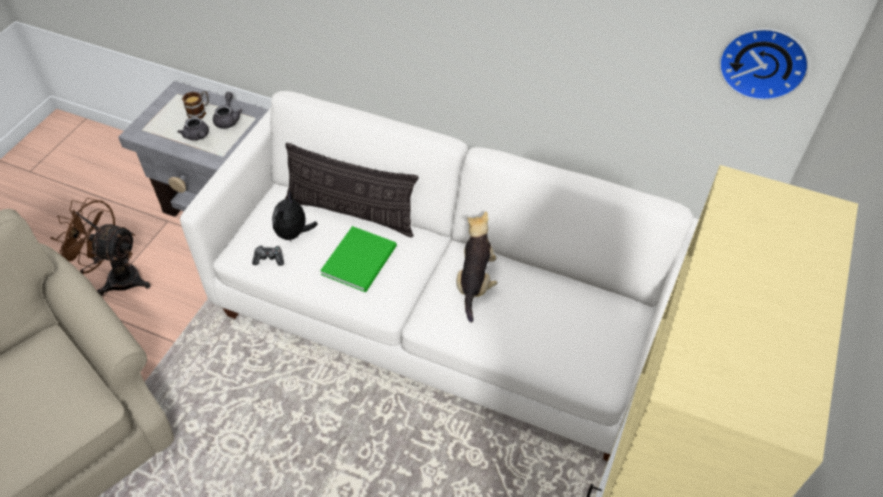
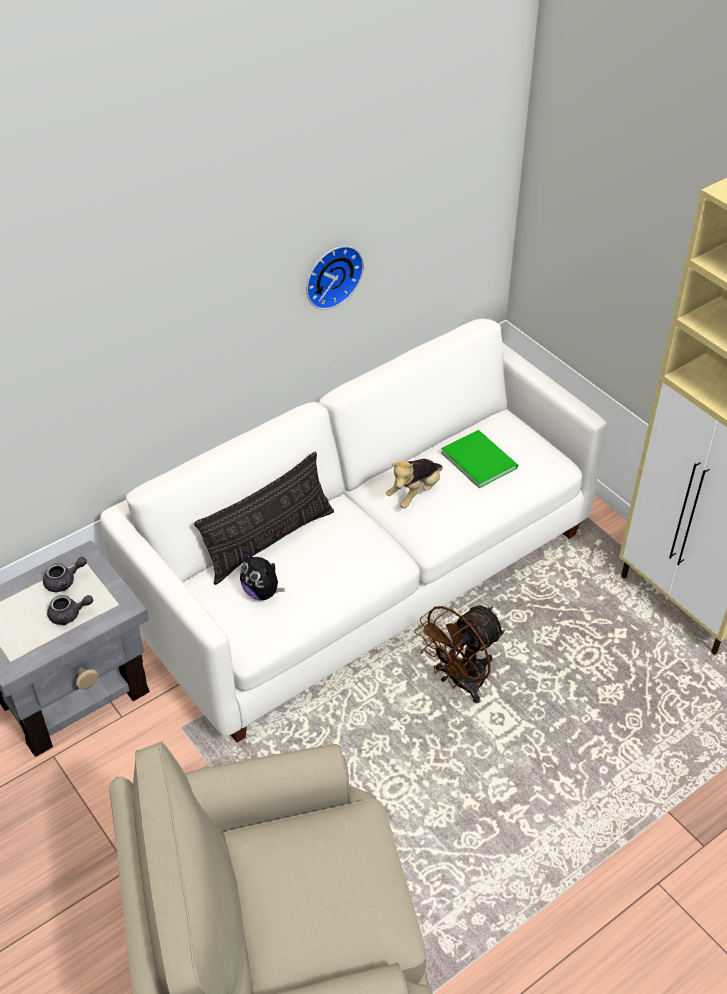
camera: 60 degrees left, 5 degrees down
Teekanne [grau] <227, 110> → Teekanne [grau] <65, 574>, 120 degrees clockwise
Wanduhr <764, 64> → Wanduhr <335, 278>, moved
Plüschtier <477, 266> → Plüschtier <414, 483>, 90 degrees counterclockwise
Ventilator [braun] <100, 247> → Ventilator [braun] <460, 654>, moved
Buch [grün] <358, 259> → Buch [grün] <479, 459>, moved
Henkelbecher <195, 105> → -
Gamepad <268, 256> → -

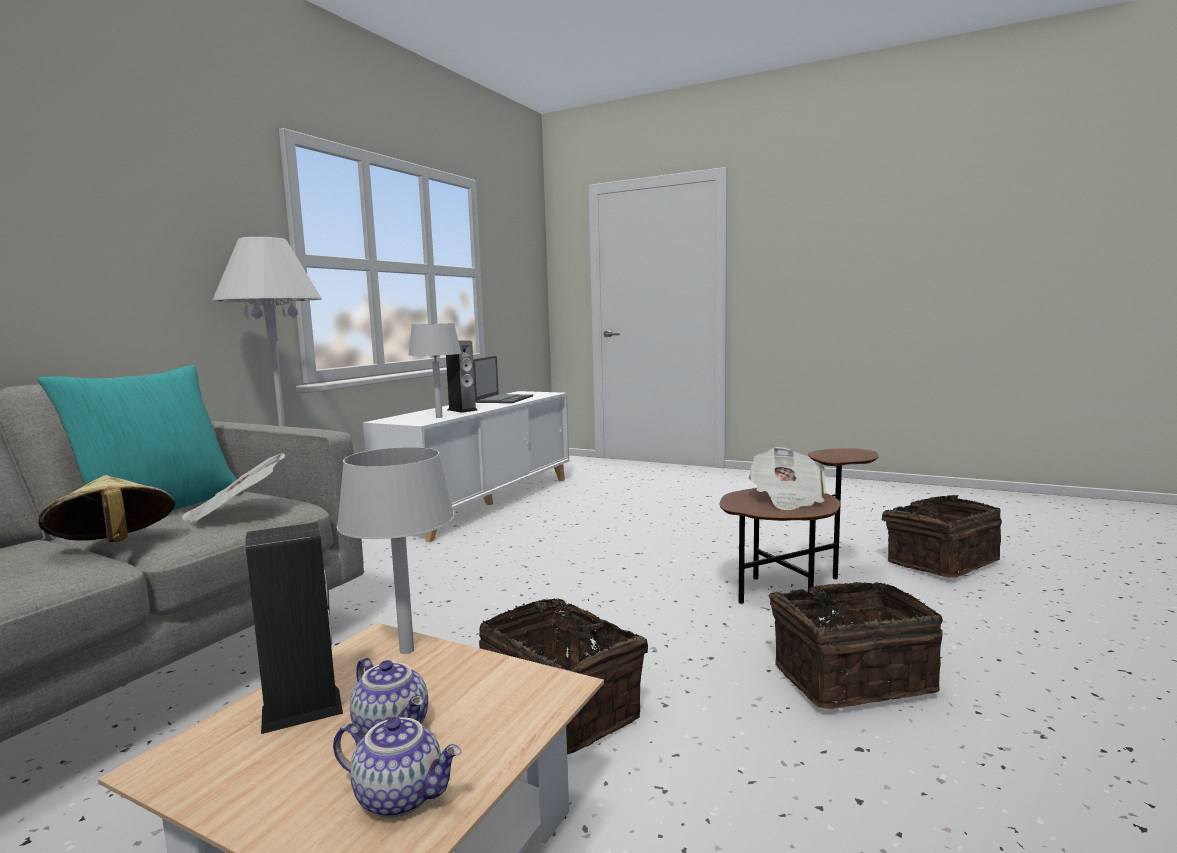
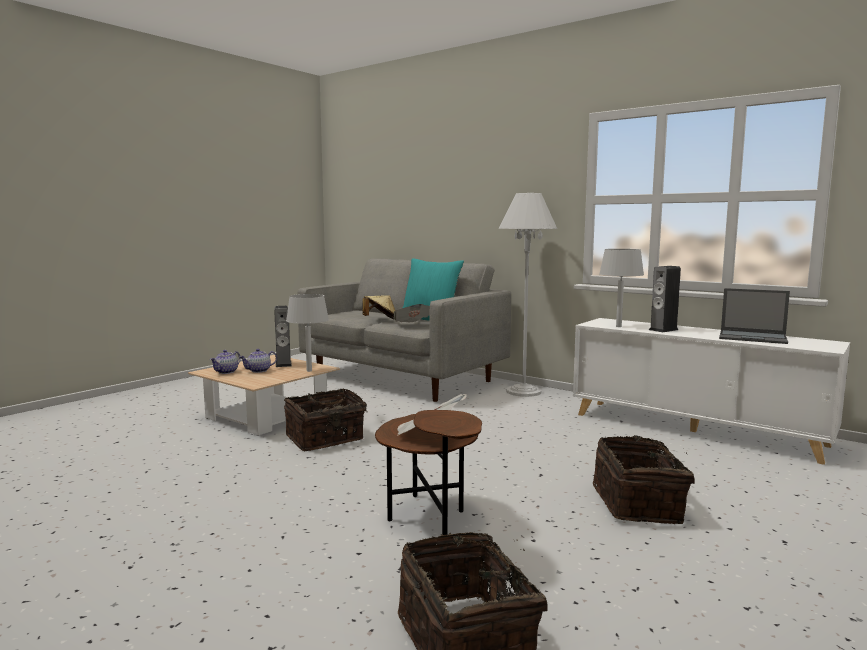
camera: 100 degrees right, 0 degrees up
Korb <856, 645> → Korb <644, 479>, moved

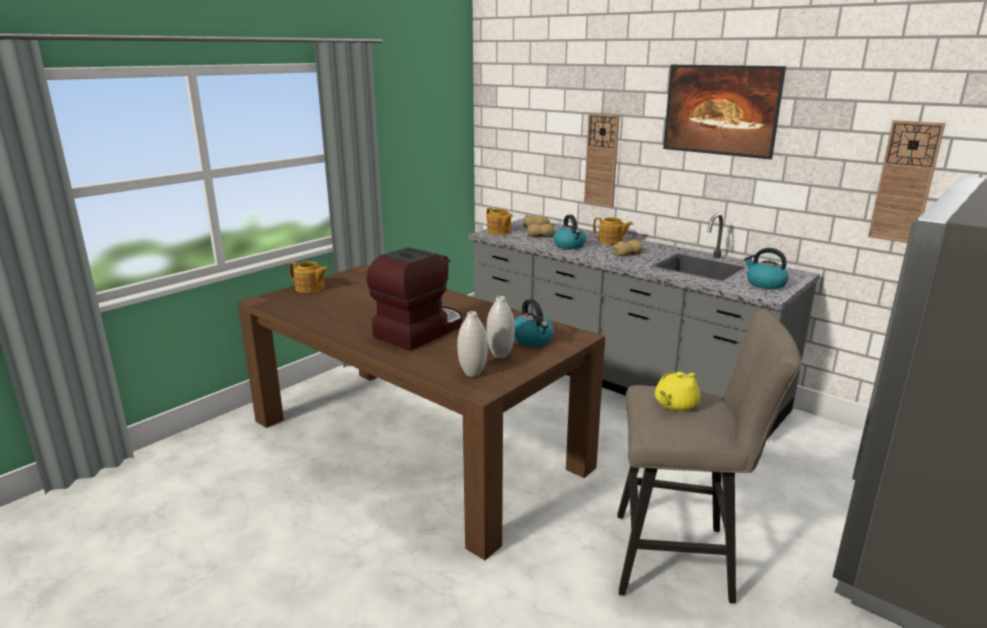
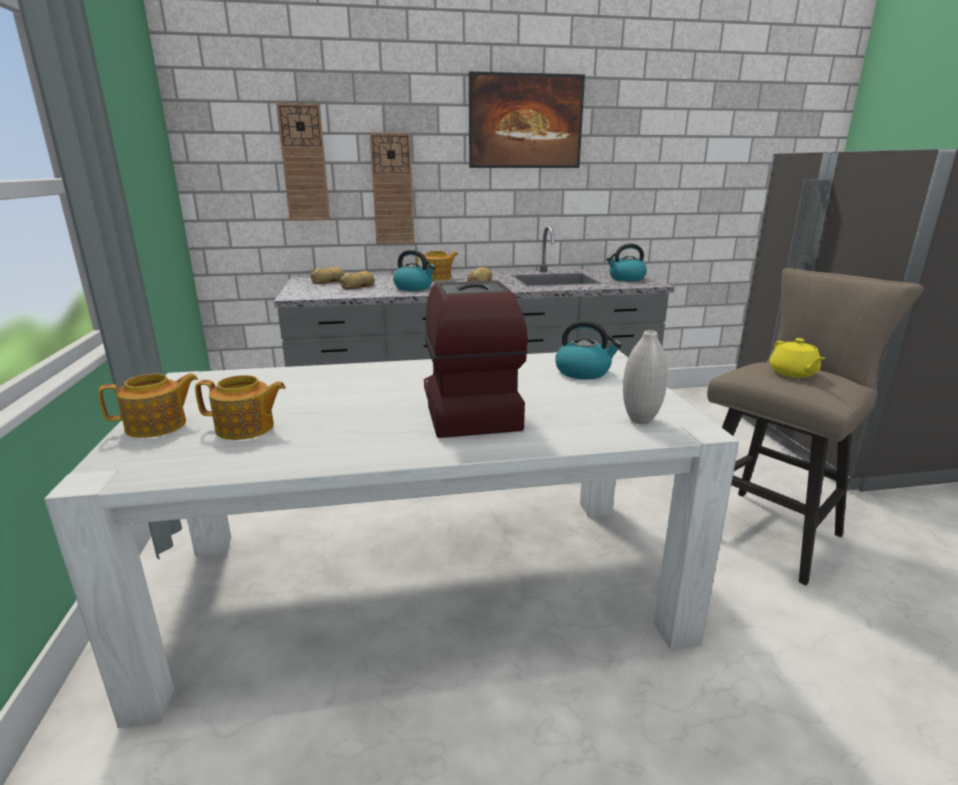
camera: 50 degrees left, 0 degrees up
Esstisch [braun] <421, 412> → Esstisch [weiß] <391, 539>
Teekanne <499, 221> → Teekanne <240, 407>, moved
Wanduhr <906, 181> → Wanduhr <303, 161>, moved
Vase [weiß] <500, 327> → -

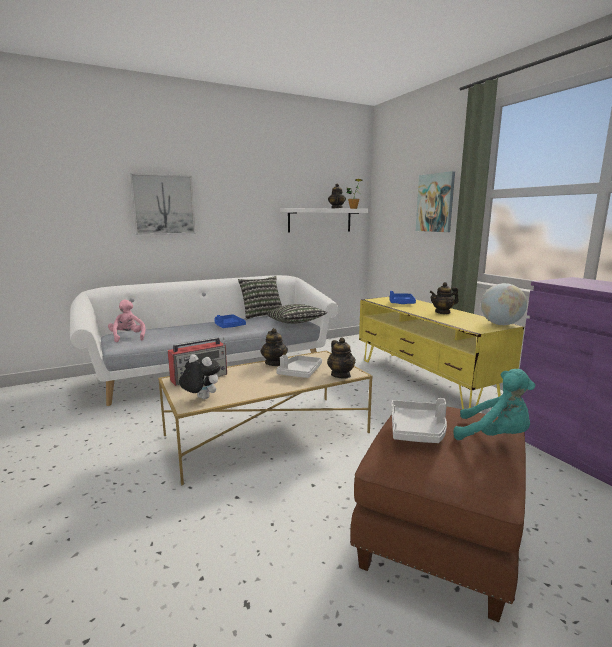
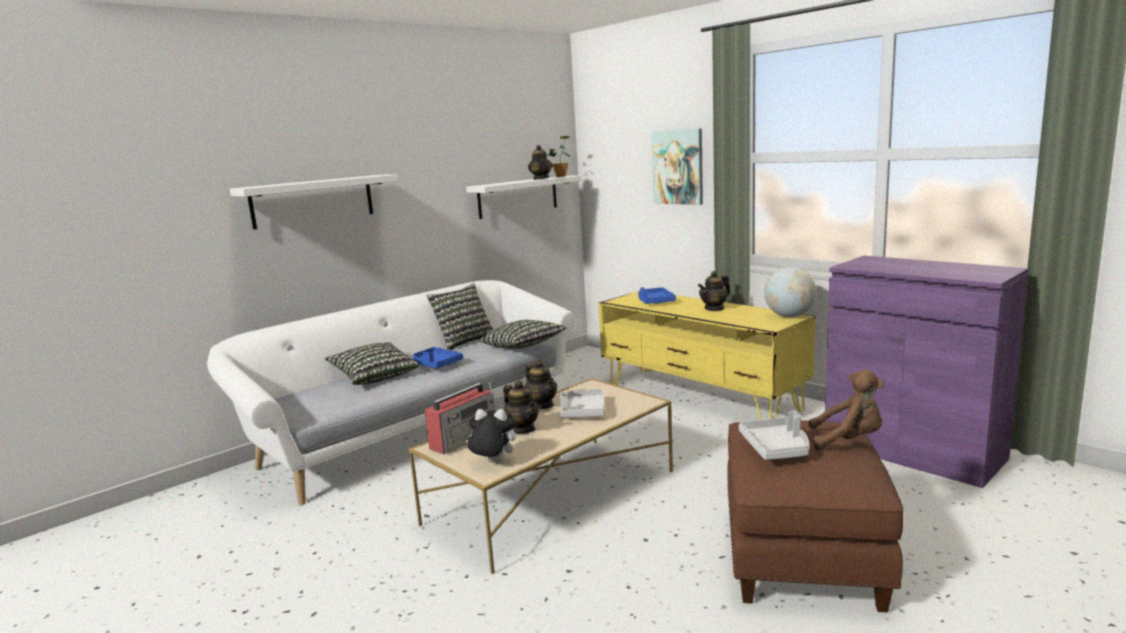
camera: 15 degrees left, 0 degrees up
Bild <162, 204> → Wandregal [weiß] <314, 202>
- → Kissen <372, 363>
Teekanne <341, 358> → Teekanne <521, 407>, moved
Plüschtier [türkis] <494, 404> → Plüschtier [braun] <846, 409>
Plüschtier [rosa] <126, 321> → -

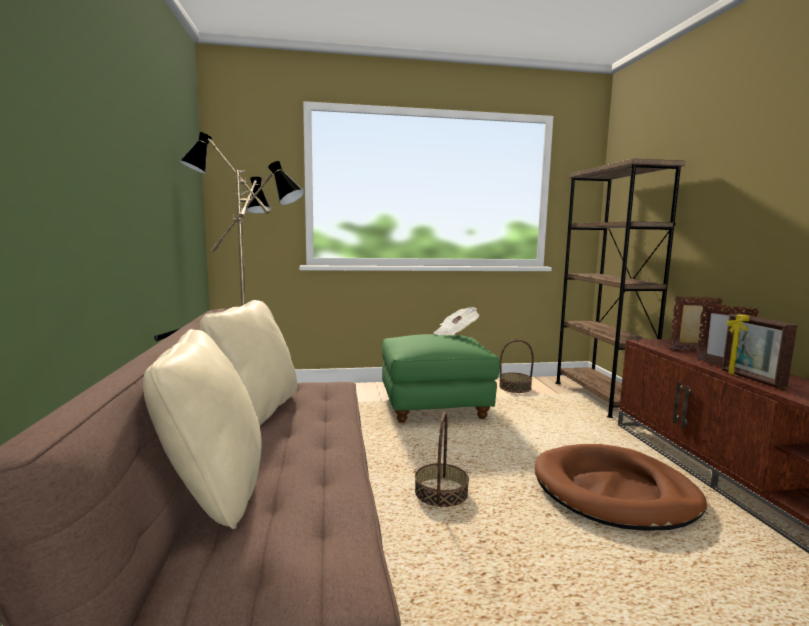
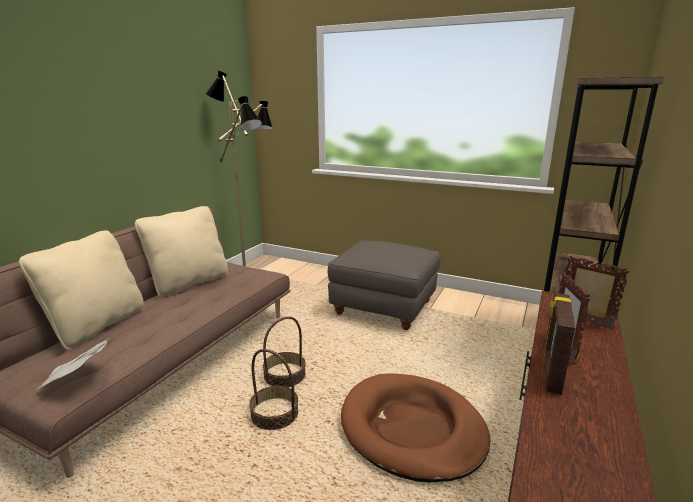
camera: 35 degrees right, 10 degrees up
Zeitung <456, 321> → Zeitung <72, 364>, moved
Korb <516, 366> → Korb <273, 389>, moved
Polsterhocker [grün] <441, 378> → Polsterhocker [grau] <384, 285>

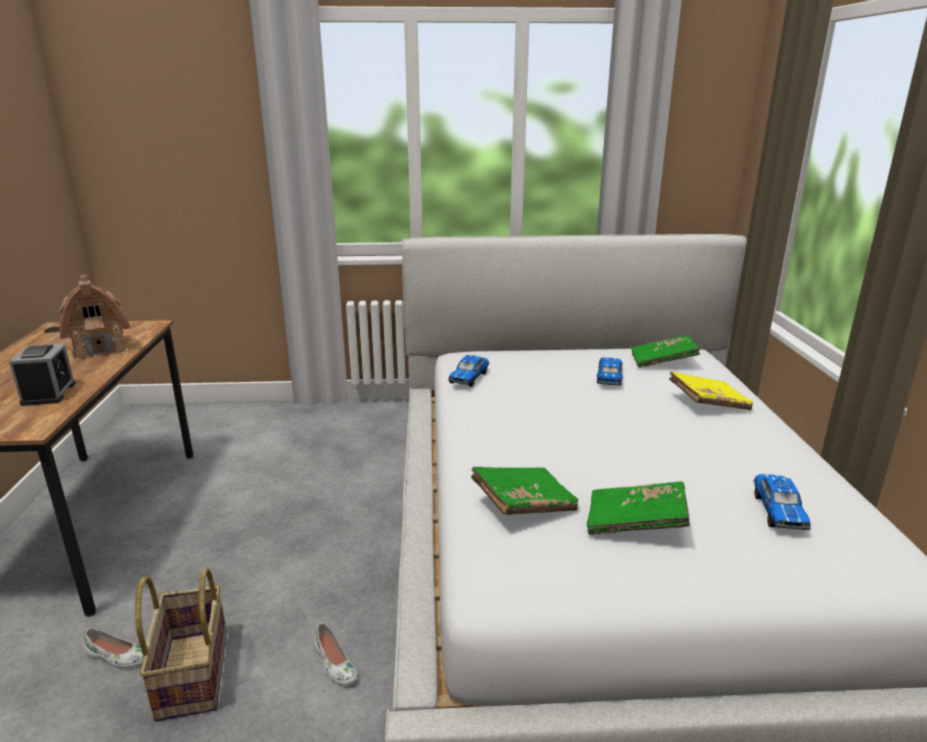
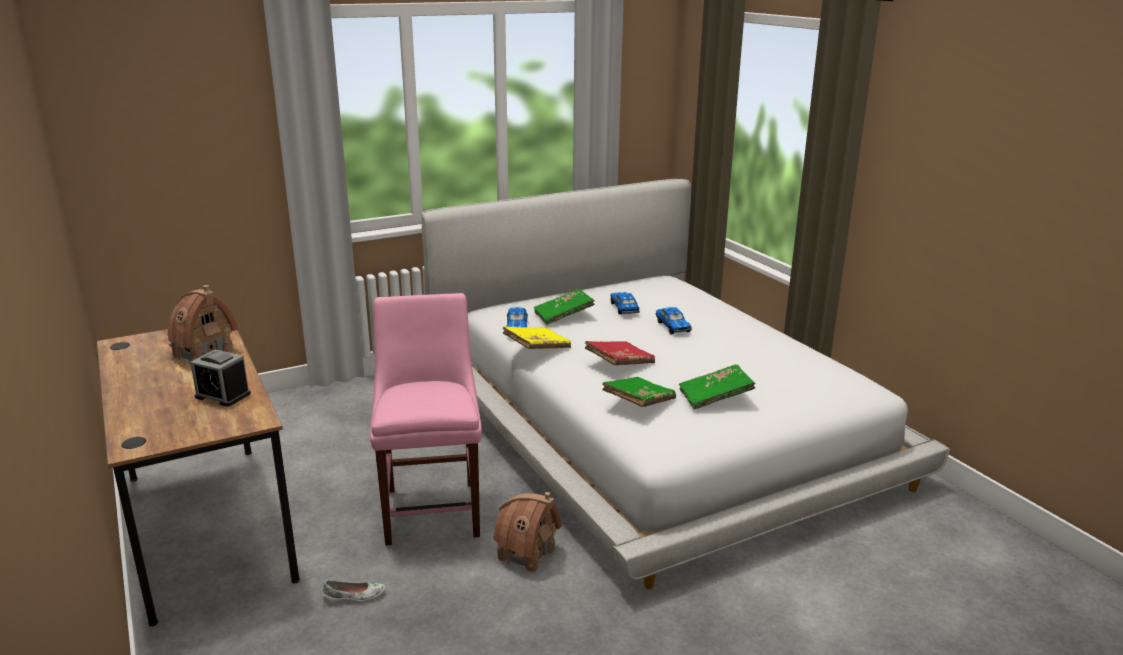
camera: 25 degrees left, 0 degrees up
Wecker <42, 375> → Wecker <220, 378>, 150 degrees clockwise
- → Stuhl [rosa] <426, 419>
Schuh [weiß] <335, 654> → Spielzeughaus <527, 532>
Buch [gelb] <711, 390> → Buch [gelb] <537, 337>, moved
Buch [grün] <665, 351> → Buch [grün] <564, 307>, moved
- → Buch [rot] <620, 353>
Spielzeugauto <782, 502> → Spielzeugauto <673, 320>, moved
Korb <181, 644> → -

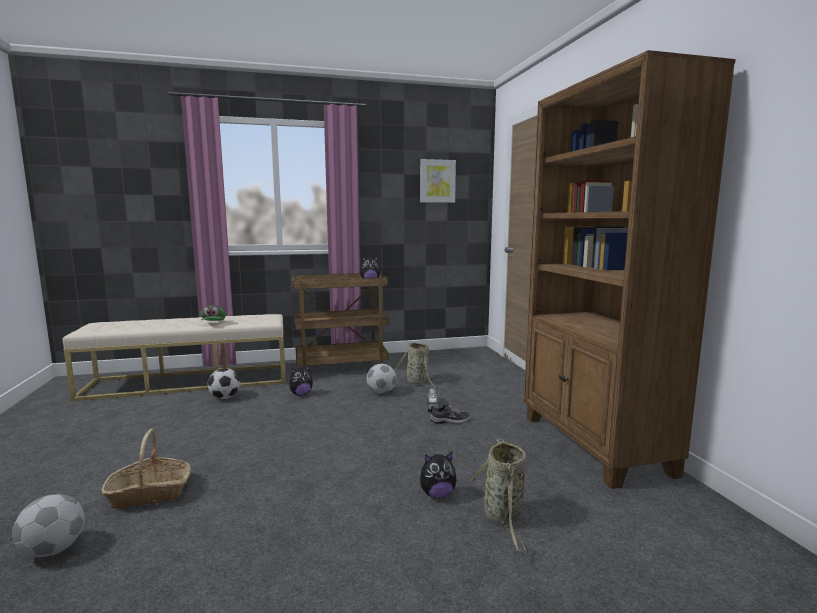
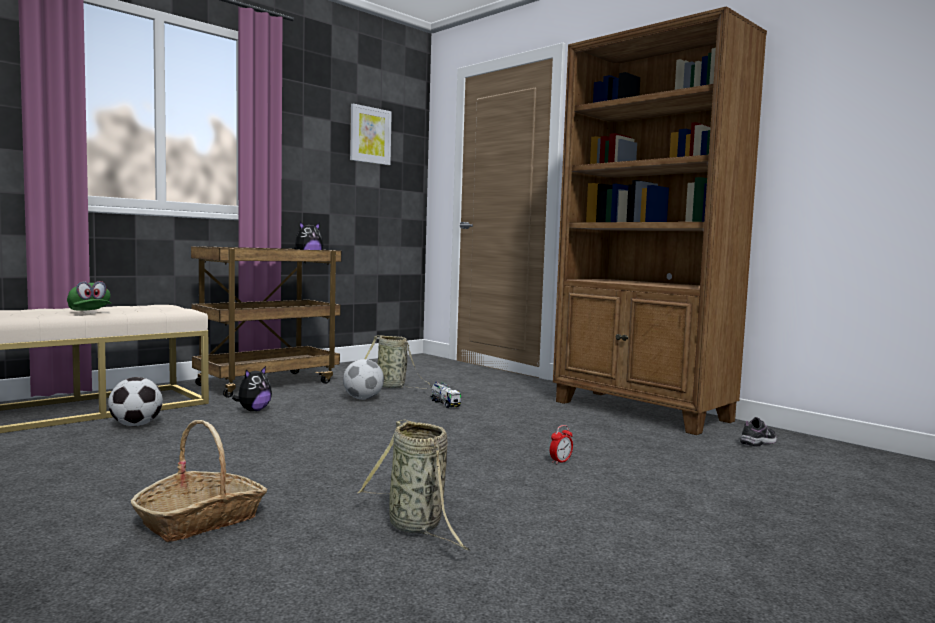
camera: 30 degrees left, 5 degrees down
Korb <498, 496> → Korb <413, 484>, moved
Plüschtier <438, 475> → Wecker <561, 444>
Schuh <450, 413> → Schuh <758, 432>, moved
Fußball <48, 525> → -

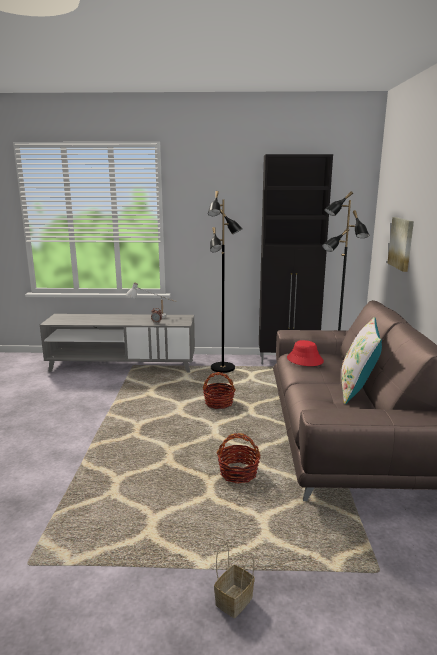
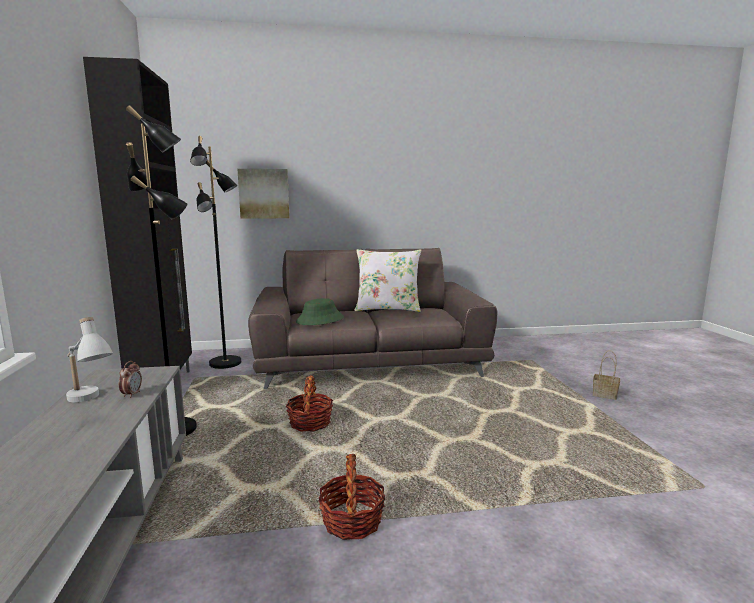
camera: 100 degrees left, 5 degrees down
Hut [rot] <305, 353> → Hut [grün] <320, 311>
Korb <238, 458> → Korb <351, 497>, moved

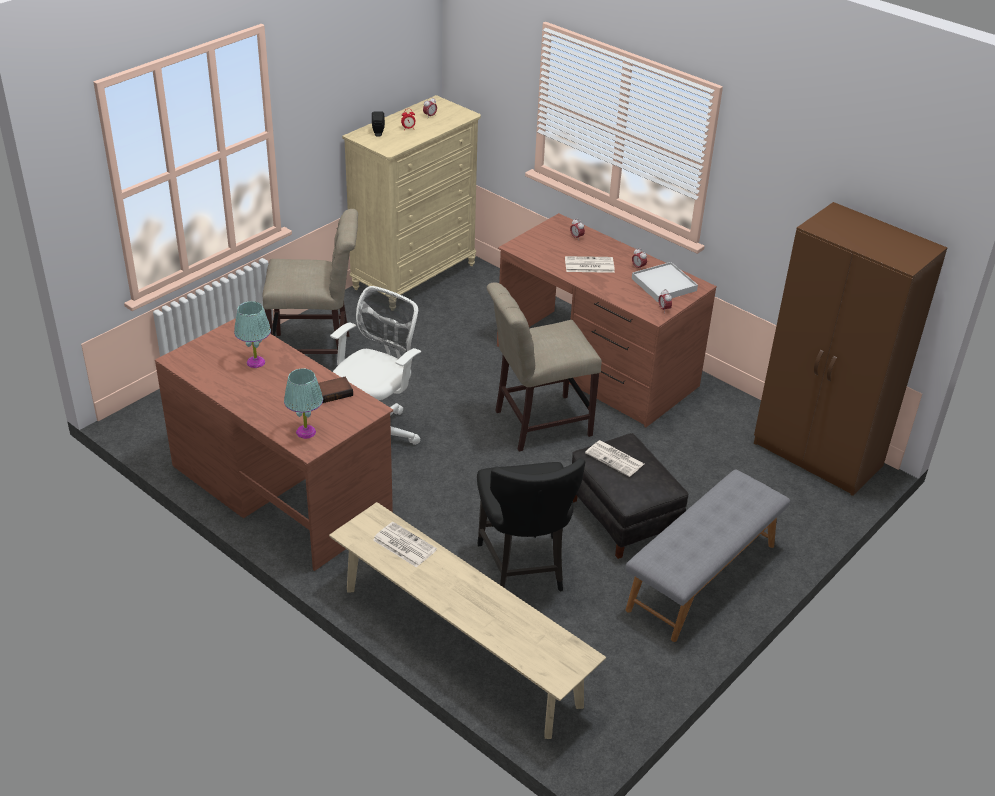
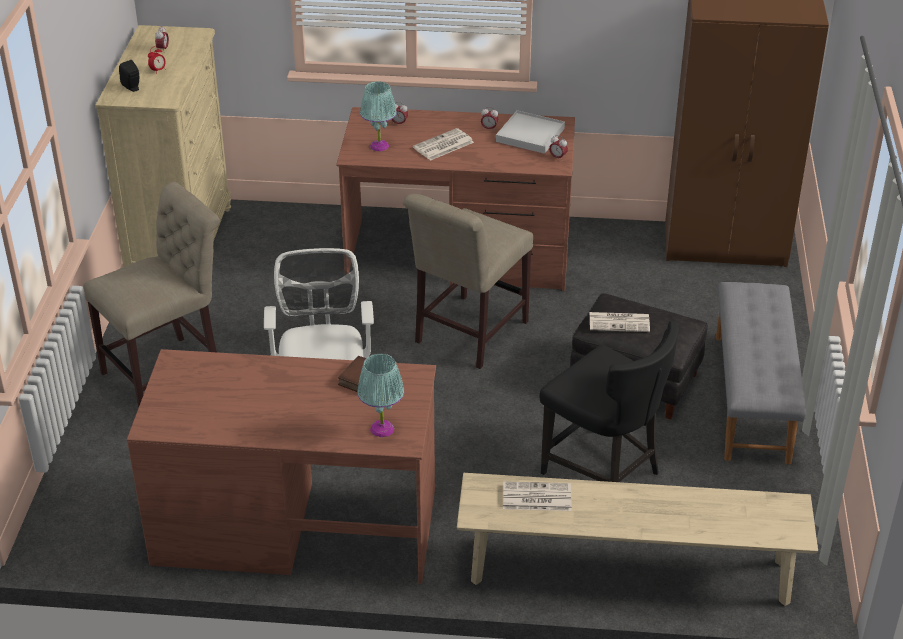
camera: 35 degrees left, 0 degrees up
Tischlampe [türkis] <252, 334> → Tischlampe [türkis] <378, 116>, moved

